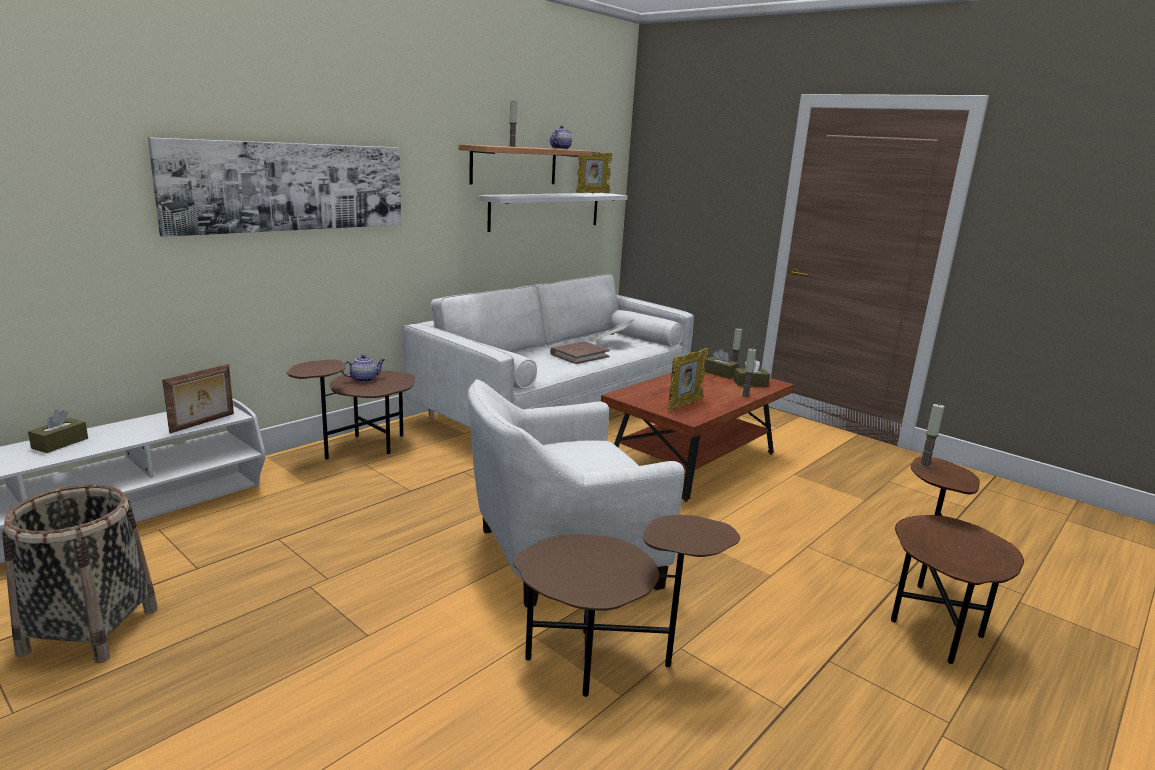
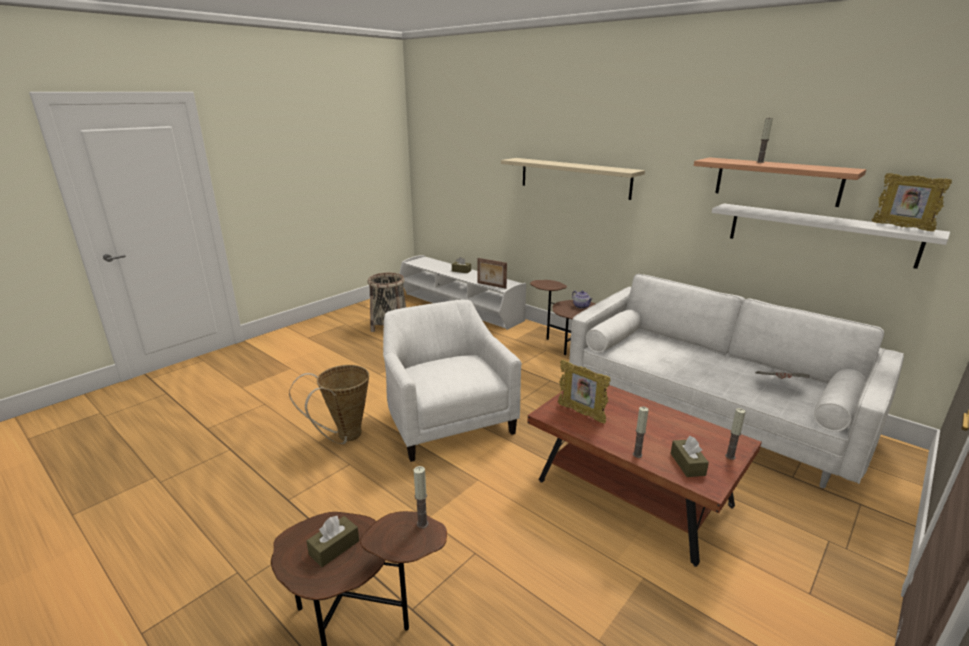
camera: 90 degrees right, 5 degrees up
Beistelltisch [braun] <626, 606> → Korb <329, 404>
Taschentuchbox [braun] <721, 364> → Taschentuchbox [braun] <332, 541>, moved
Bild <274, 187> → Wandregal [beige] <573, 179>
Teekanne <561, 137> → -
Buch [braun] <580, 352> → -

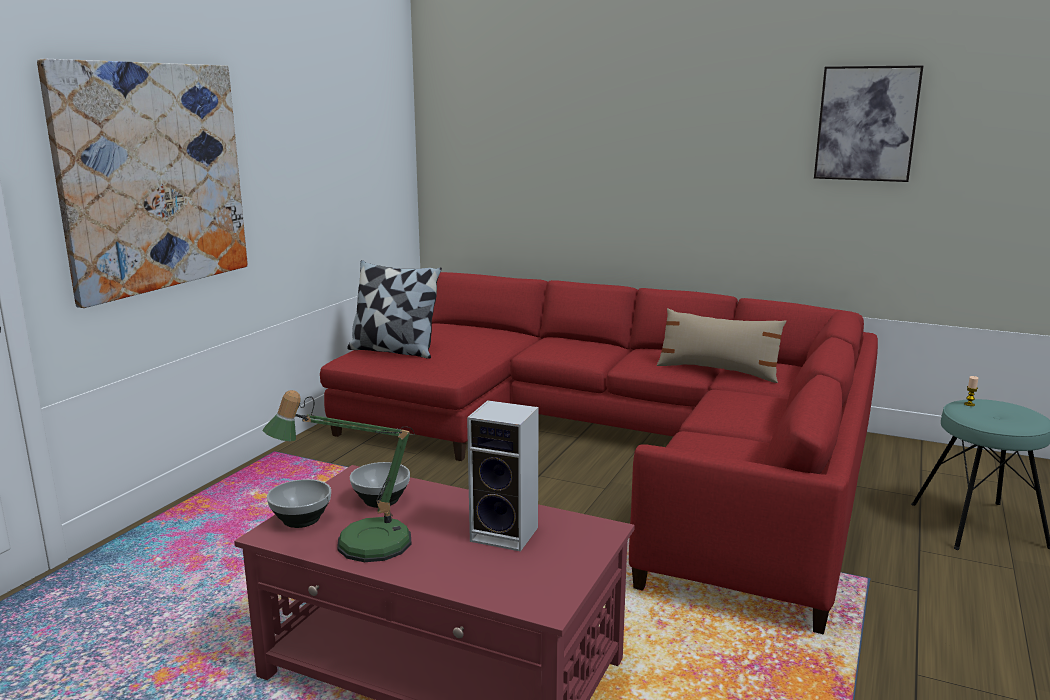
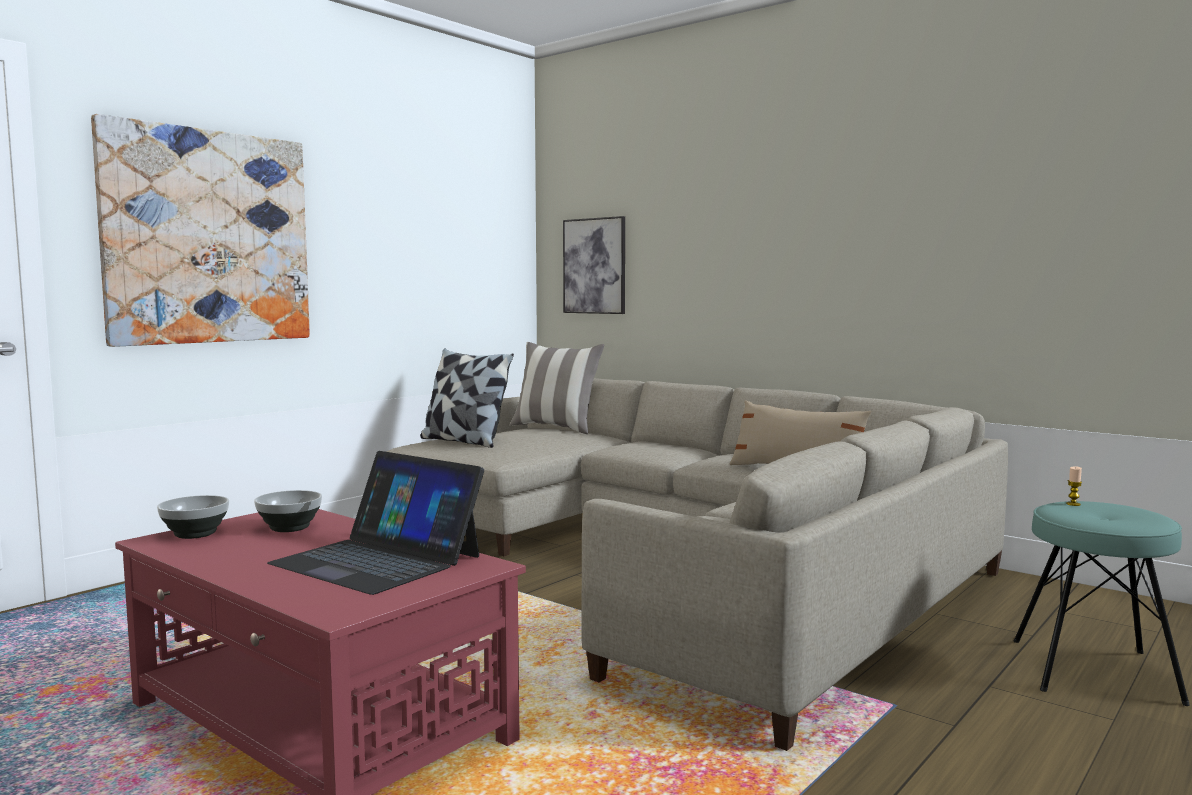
camera: 15 degrees right, 10 degrees down
Lautsprecher <503, 476> → Laptop <375, 523>
Sofa [rot] <599, 453> → Sofa [beige] <697, 564>
- → Kissen <557, 388>
Bild <869, 123> → Bild <594, 265>, moved
Tischlampe <339, 476> → -

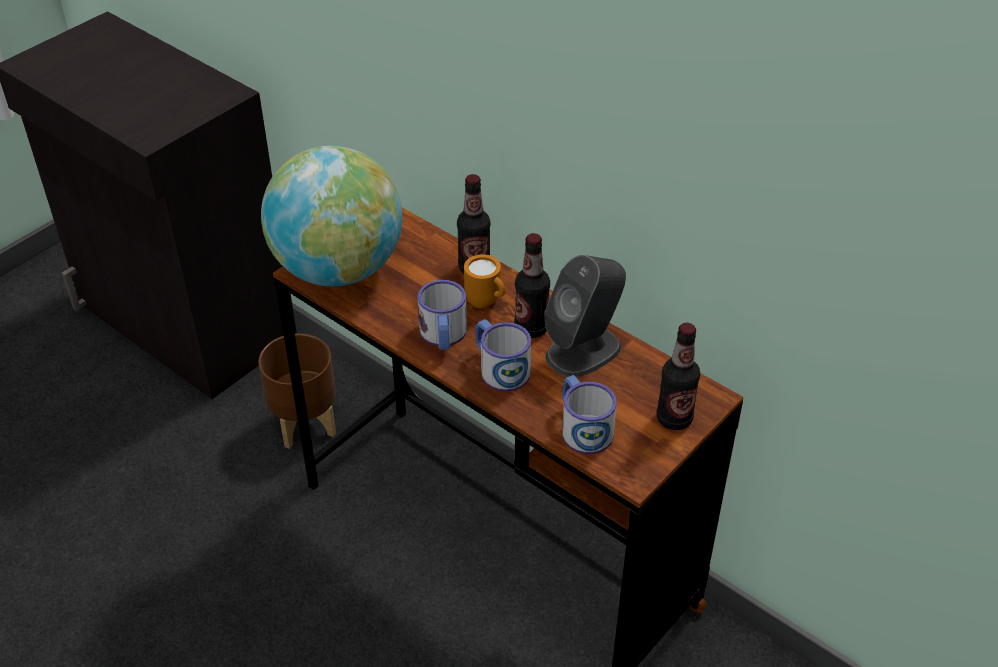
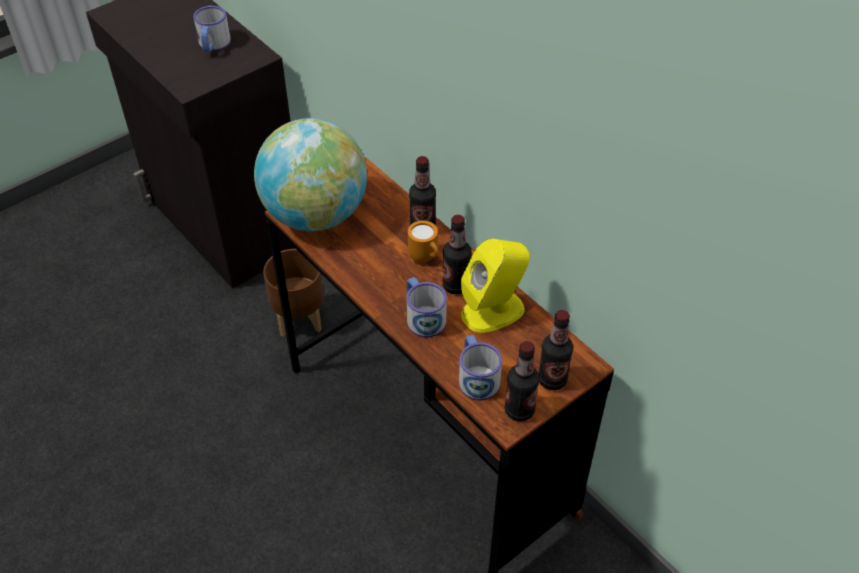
camera: 10 degrees right, 5 degrees up
Henkelbecher <442, 315> → Henkelbecher <212, 29>, moved
Lautsprecher [grau] <585, 316> → Lautsprecher [gelb] <495, 285>
- → Flasche <522, 381>

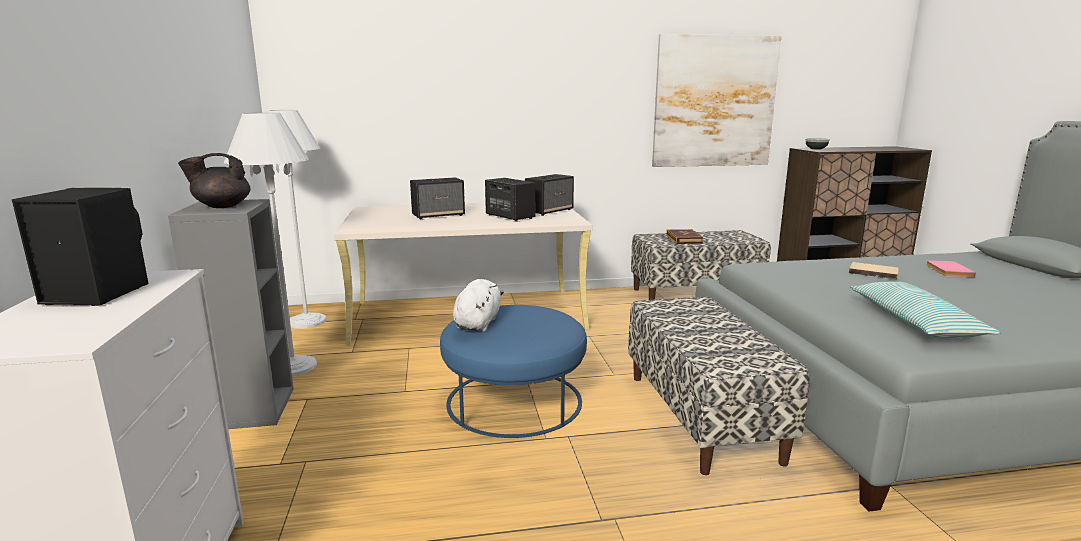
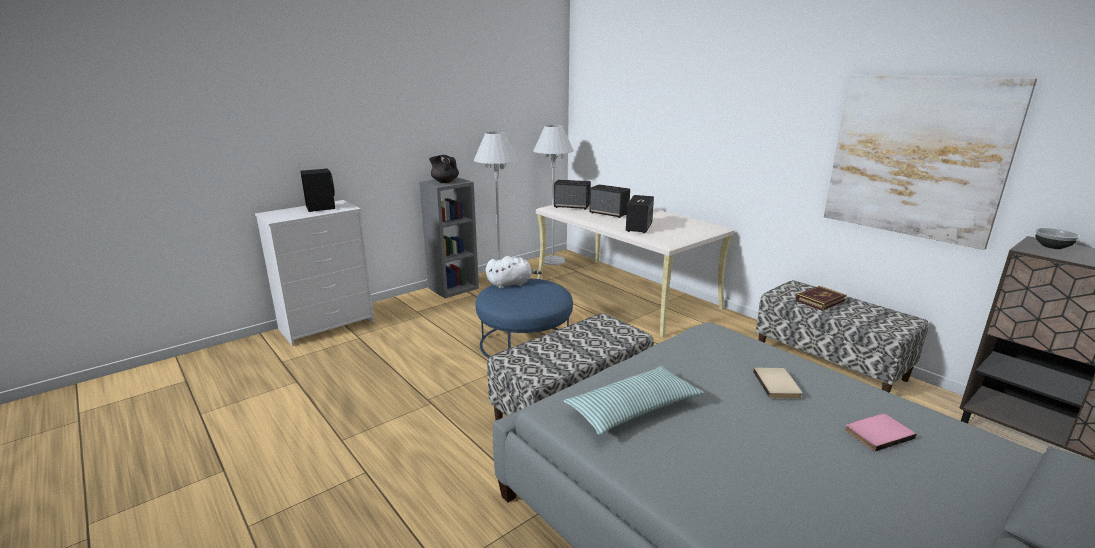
camera: 60 degrees right, 5 degrees up
Lautsprecher <549, 195> → Lautsprecher <572, 195>, moved

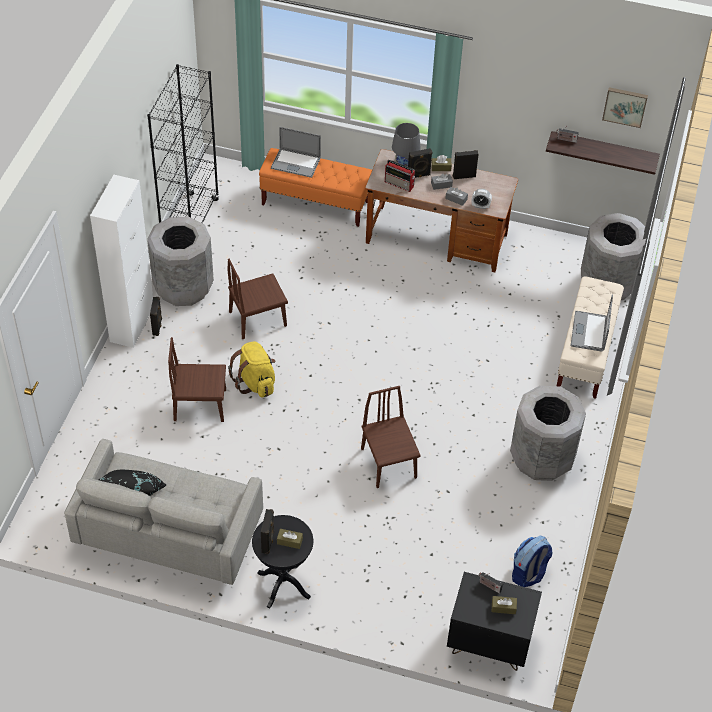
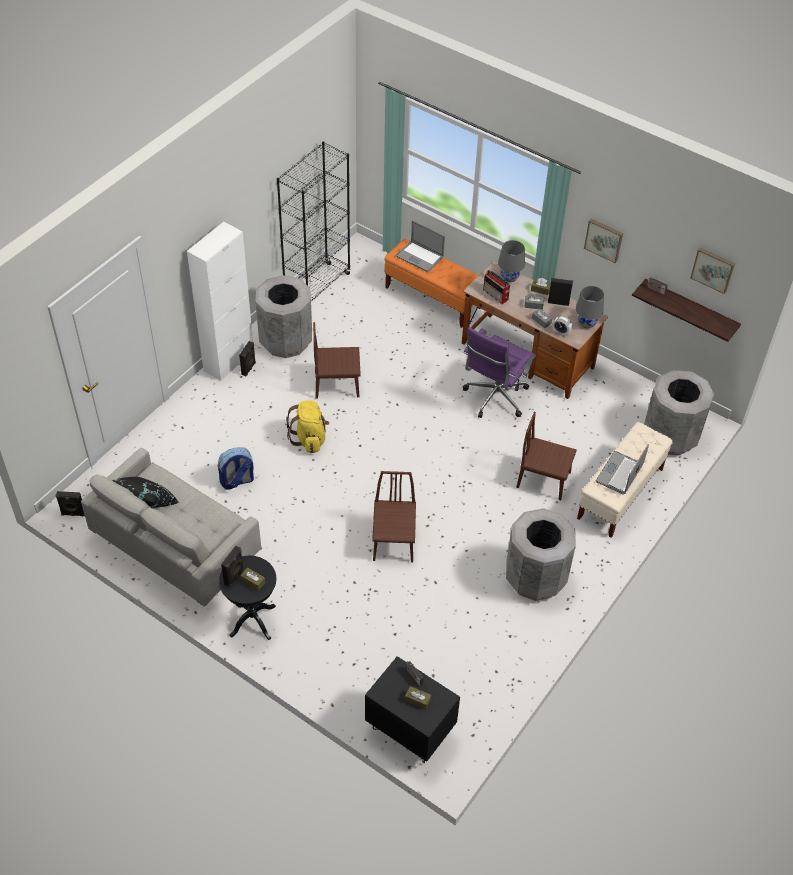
camera: 20 degrees right, 0 degrees up
Lautsprecher [schwarz] <420, 163> → Lautsprecher [schwarz] <70, 503>, moved
Rucksack <532, 561> → Rucksack <236, 468>, moved
- → Bürostuhl [lila] <499, 372>
Stuhl [braun] <197, 379> → Stuhl [braun] <546, 456>, moved
- → Tischlampe [grau] <590, 307>
- → Bild <603, 241>

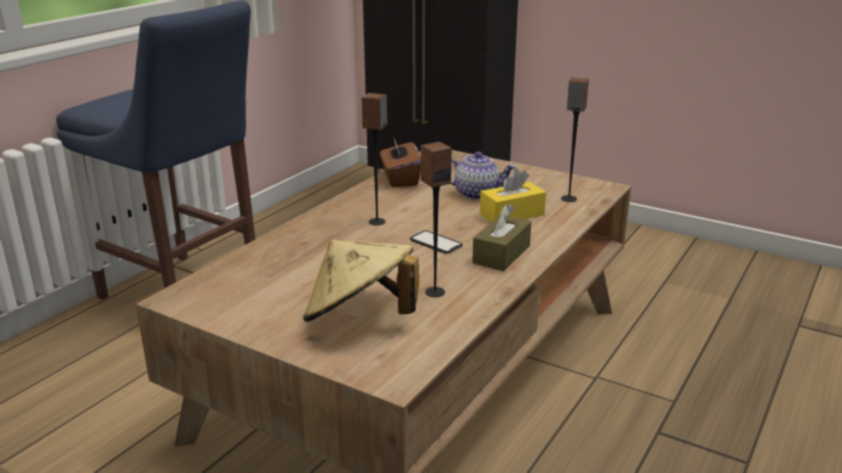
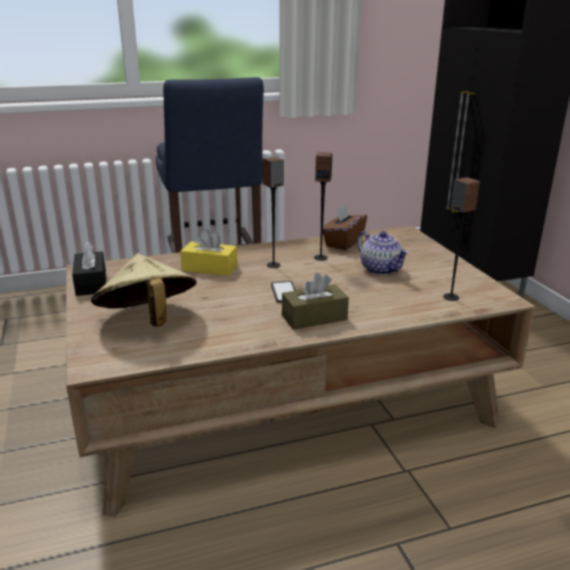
camera: 40 degrees right, 0 degrees up
- → Taschentuchbox [schwarz] <89, 268>
Taschentuchbox [gelb] <513, 196> → Taschentuchbox [gelb] <208, 252>, moved
Lautsprecher <436, 219> → Lautsprecher <323, 206>, moved

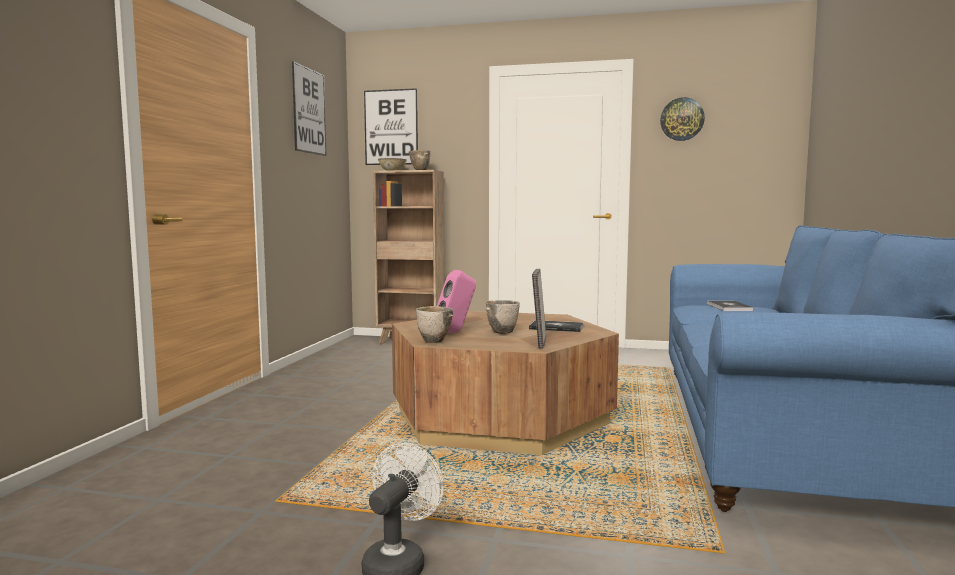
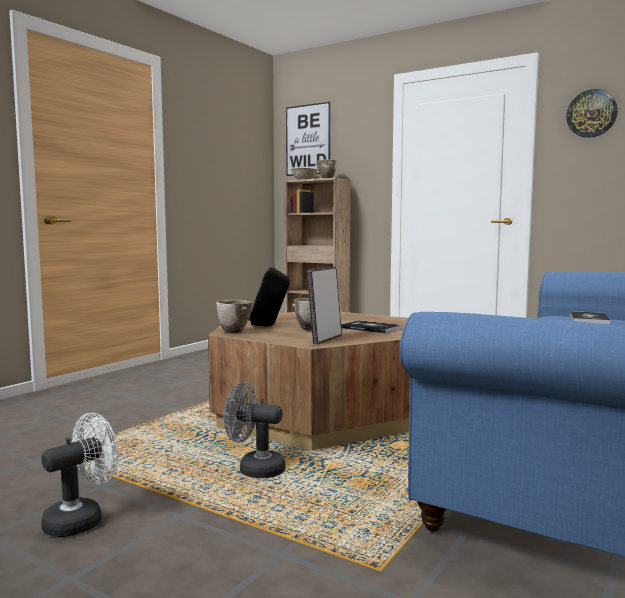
camera: 20 degrees right, 0 degrees up
- → Ventilator [grau] <254, 430>
Lautsprecher [rosa] <456, 301> → Lautsprecher [schwarz] <269, 296>
Bild <309, 108> → -

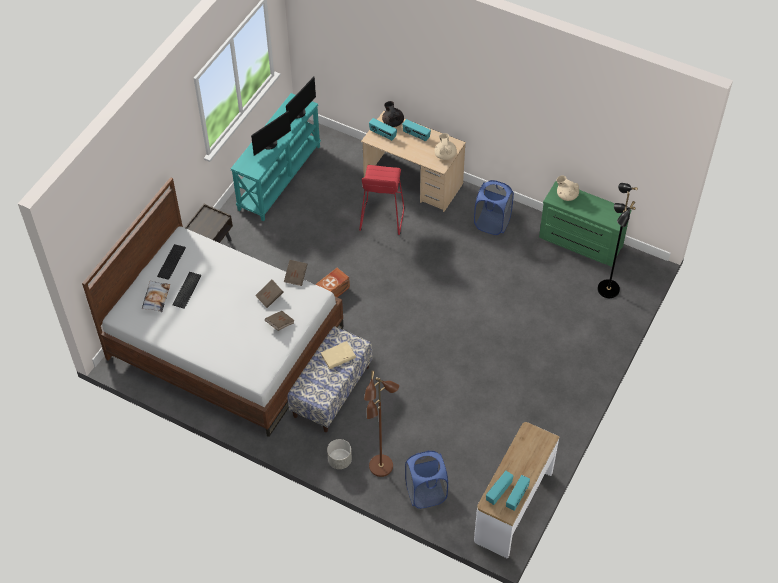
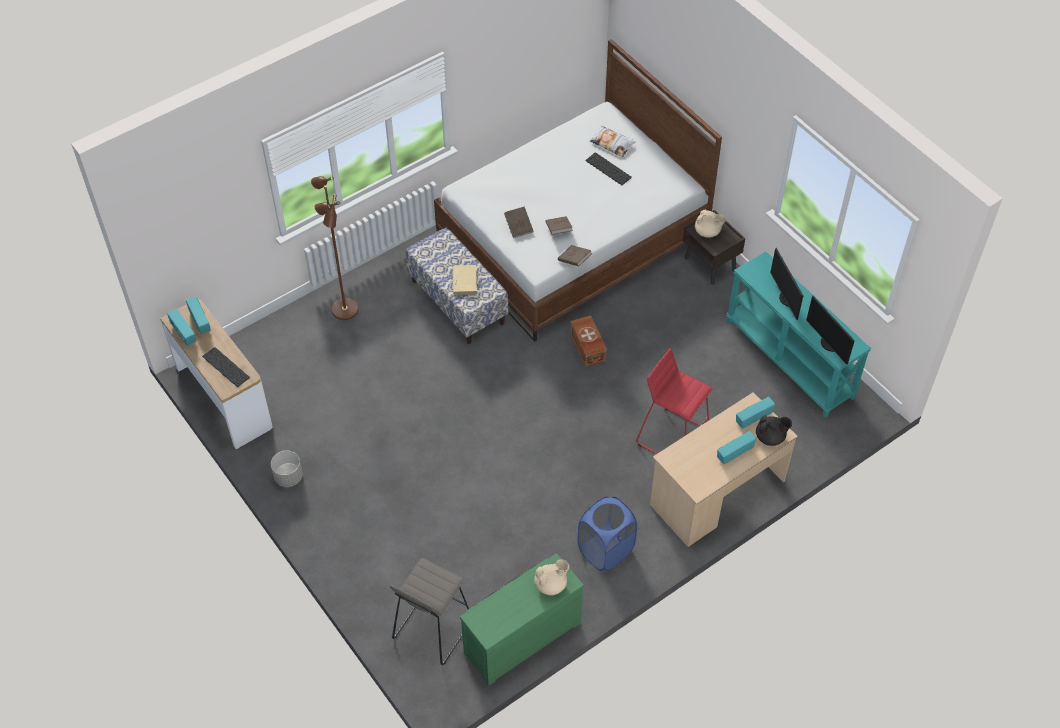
camera: 115 degrees right, 0 degrees up
Tastatur <171, 262> → Tastatur <226, 367>, moved
Pflanzkübel [grau] <339, 454> → Pflanzkübel [grau] <287, 469>, moved
Stehlampe [schwarz] <618, 240> → Hocker [grau] <429, 611>
Teekanne [beige] <446, 146> → Teekanne [beige] <710, 224>, moved
Wäschekorb [blau] <426, 480> → -

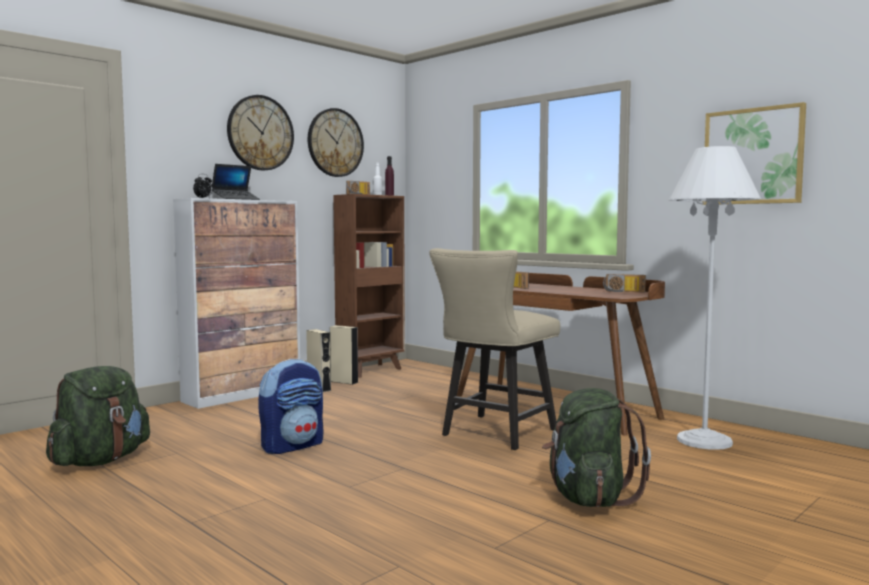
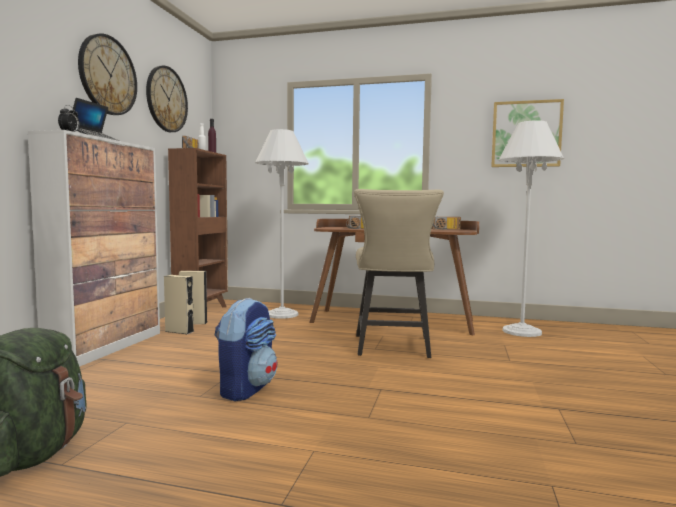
camera: 30 degrees left, 0 degrees up
- → Stehlampe [weiß] <282, 224>
Rucksack [grün] <596, 447> → -

